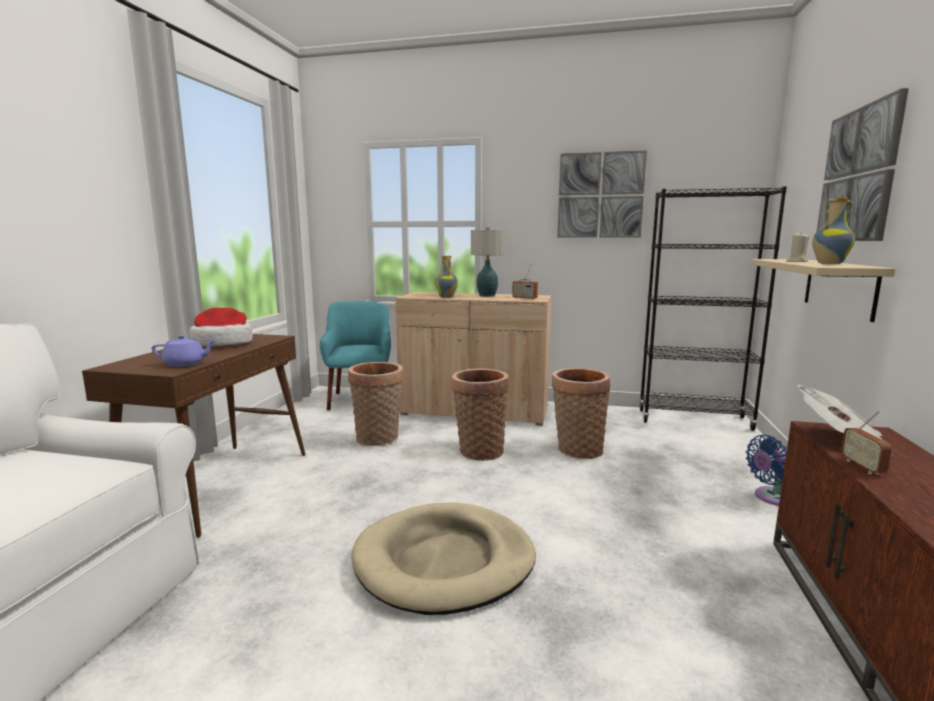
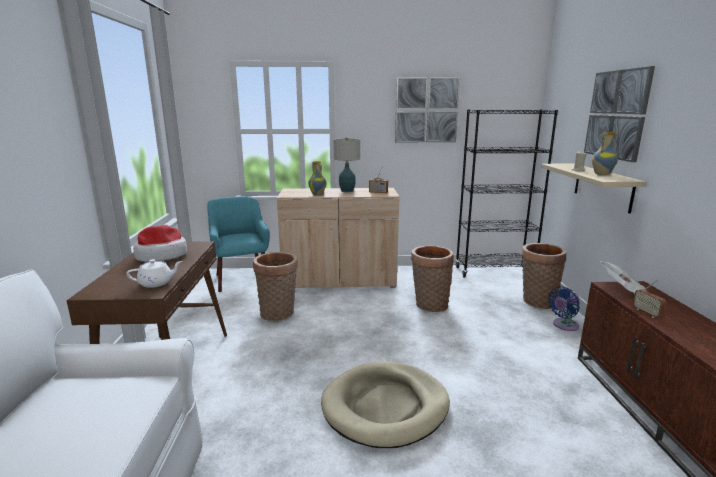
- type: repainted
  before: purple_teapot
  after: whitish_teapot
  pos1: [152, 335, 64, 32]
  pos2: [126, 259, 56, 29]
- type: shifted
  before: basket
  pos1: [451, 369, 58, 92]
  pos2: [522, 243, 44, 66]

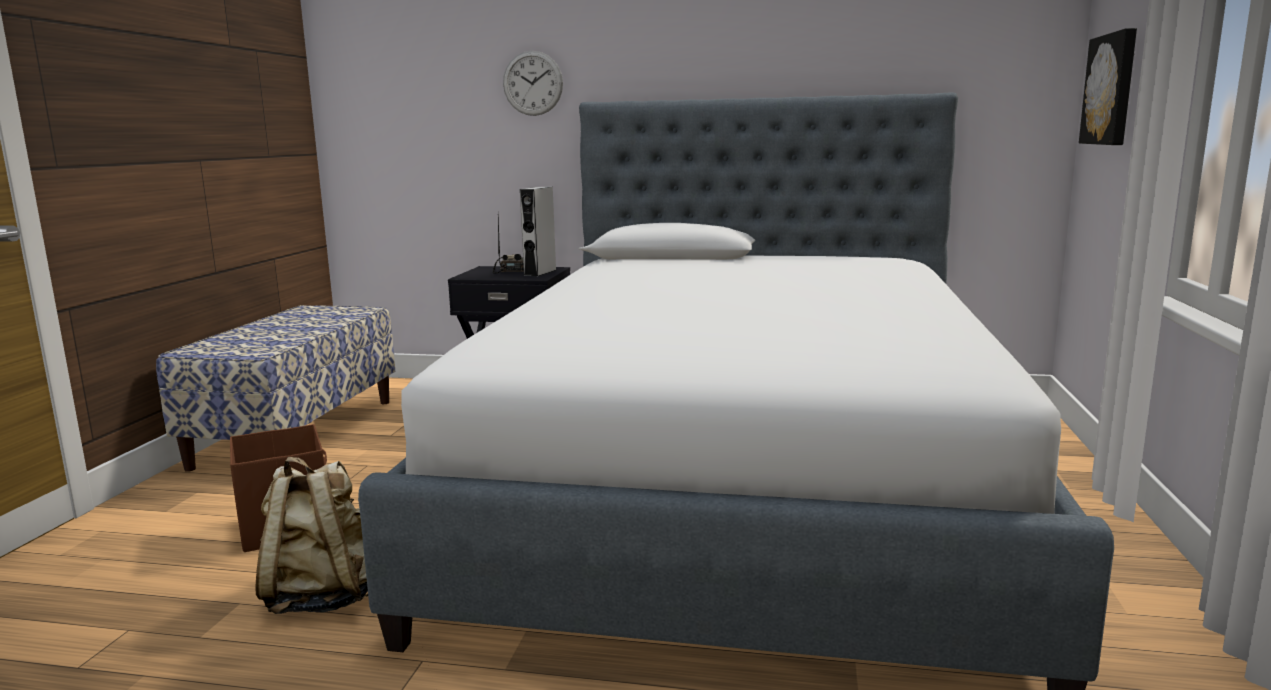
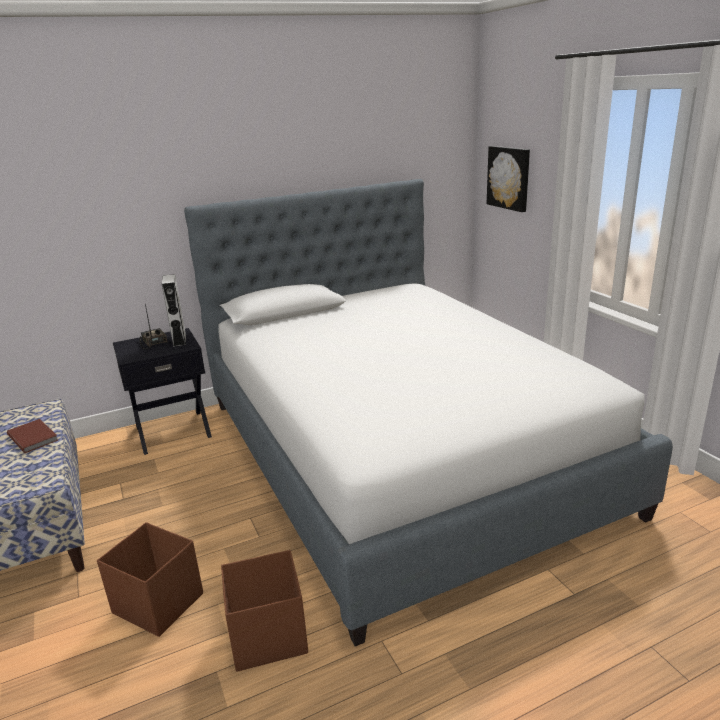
- type: swapped
  before: beige_rucksack
  after: brownish_storage_container
  pos1: [255, 457, 113, 157]
  pos2: [221, 550, 87, 122]
- type: gone
  before: clock_on_the_wall
  pos1: [503, 51, 60, 65]
- type: new
  after: brownish_volume
  pos2: [7, 419, 51, 34]

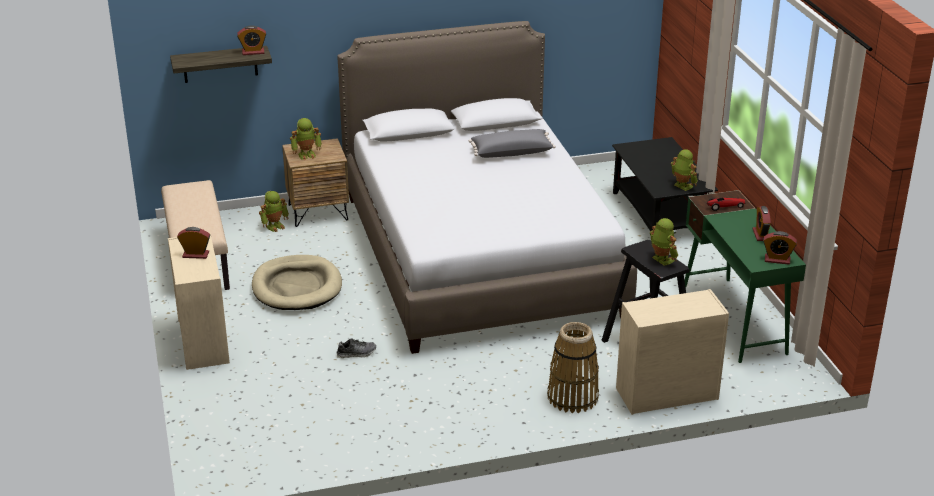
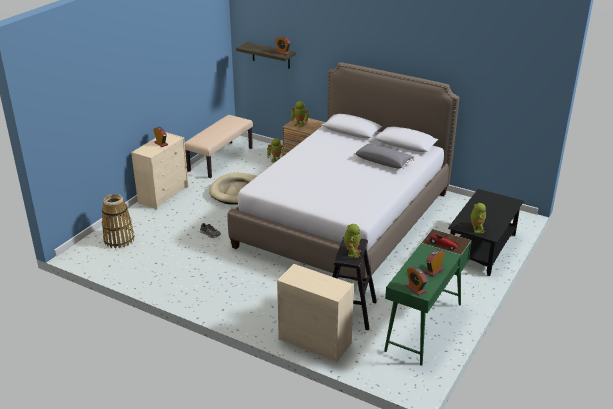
- type: shifted
  before: basket
  pos1: [547, 322, 52, 91]
  pos2: [102, 194, 33, 55]

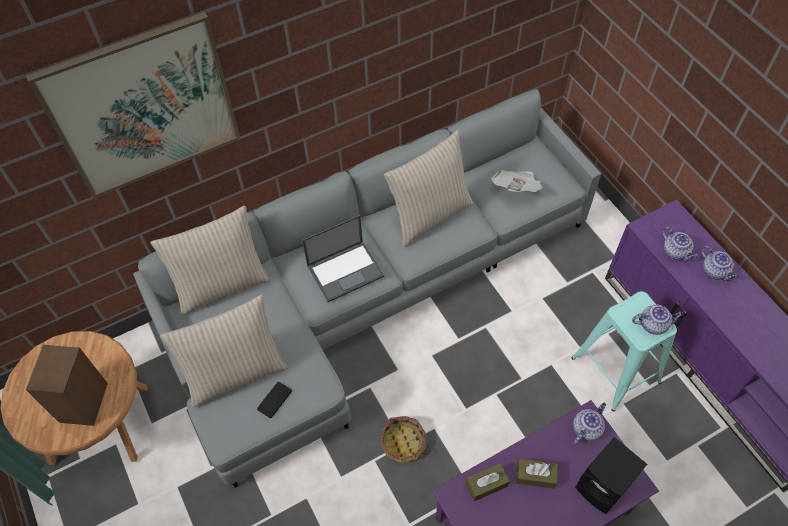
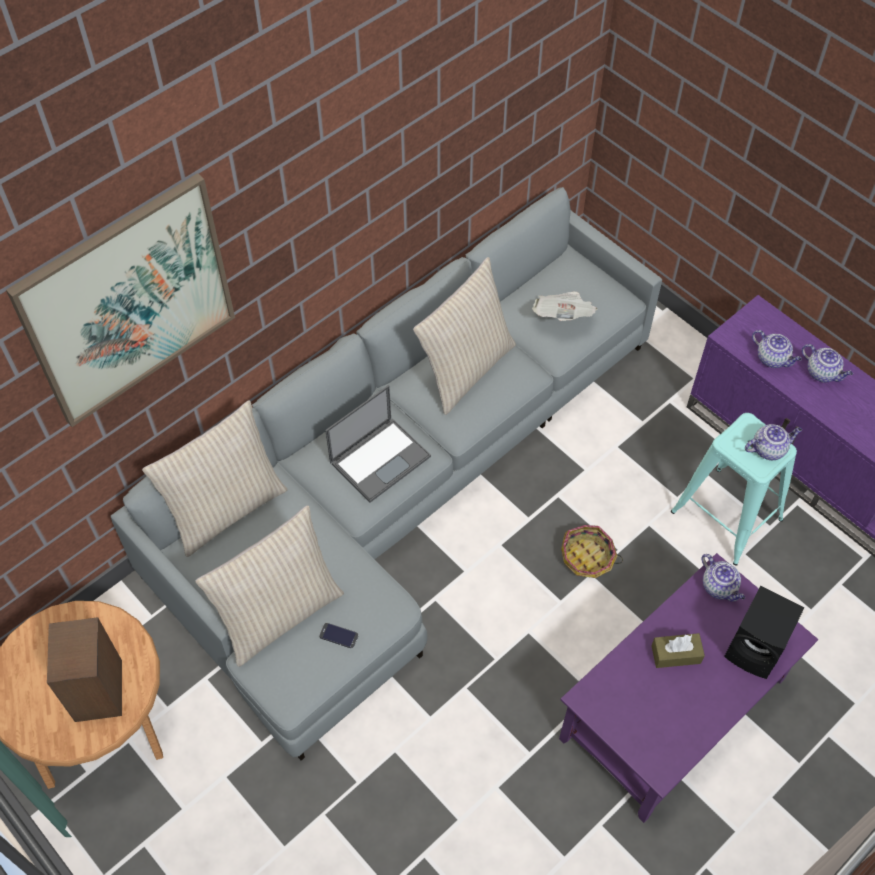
- type: swapped
  before: black_game_controller
  after: telephone
  pos1: [257, 382, 35, 36]
  pos2: [319, 623, 39, 25]
- type: shifted
  before: basket
  pos1: [380, 416, 50, 47]
  pos2: [561, 525, 62, 53]
- type: gone
  before: brownish_tissue_box
  pos1: [465, 463, 45, 38]
- type: rotated
  before: teapot
  pos1: [573, 403, 33, 41]
  pos2: [702, 554, 43, 48]
  turn: 120

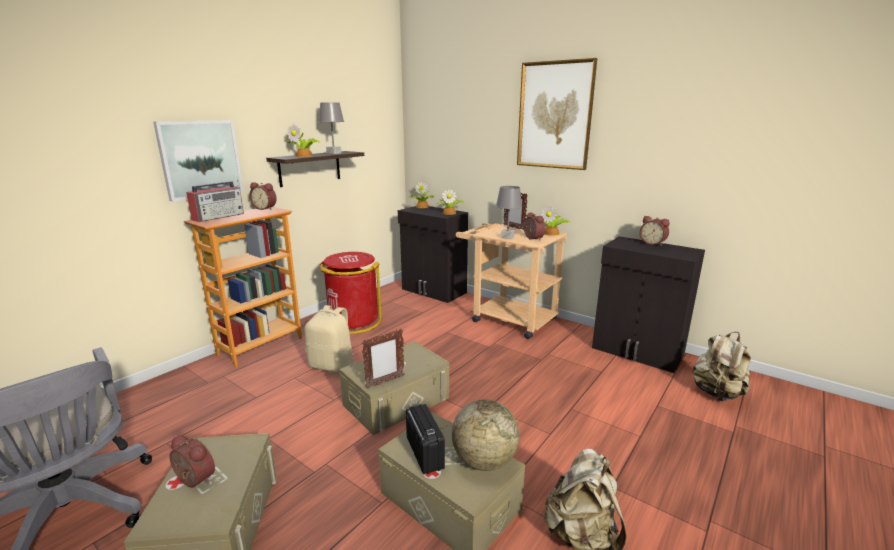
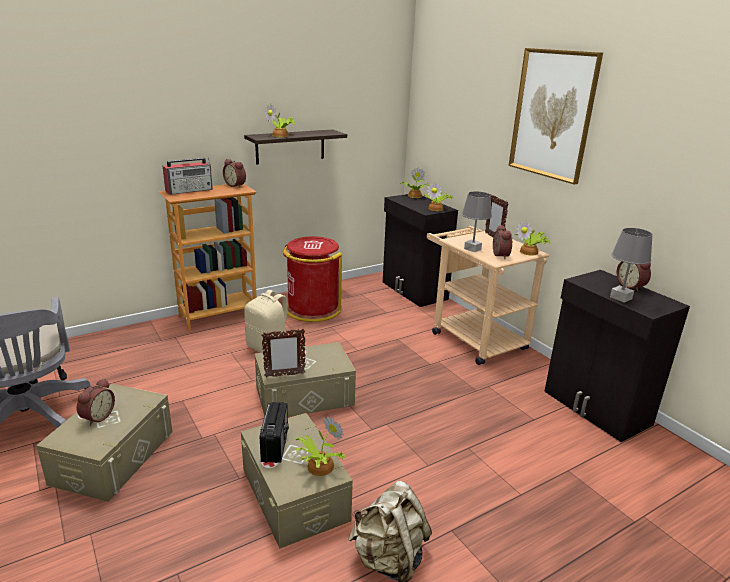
- type: gone
  before: picture
  pos1: [153, 120, 91, 82]
- type: rotated
  before: bedside_clock
  pos1: [170, 435, 45, 53]
  pos2: [77, 379, 38, 47]
  turn: 60
- type: shifted
  before: gray_table_lamp
  pos1: [319, 102, 25, 52]
  pos2: [610, 228, 43, 75]
- type: swapped
  before: desk_globe
  after: houseplant
  pos1: [452, 399, 67, 72]
  pos2: [295, 416, 51, 60]
- type: gone
  before: beige_rucksack
  pos1: [692, 332, 59, 69]

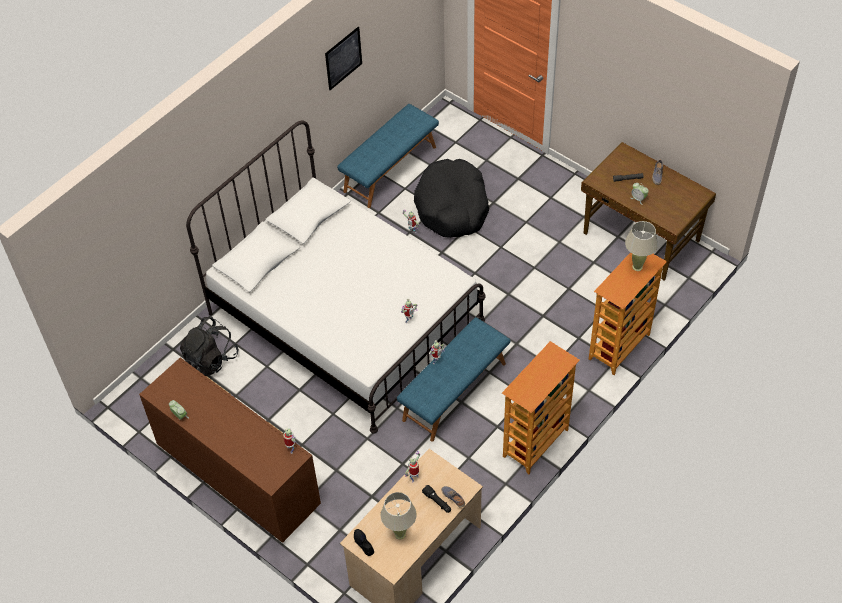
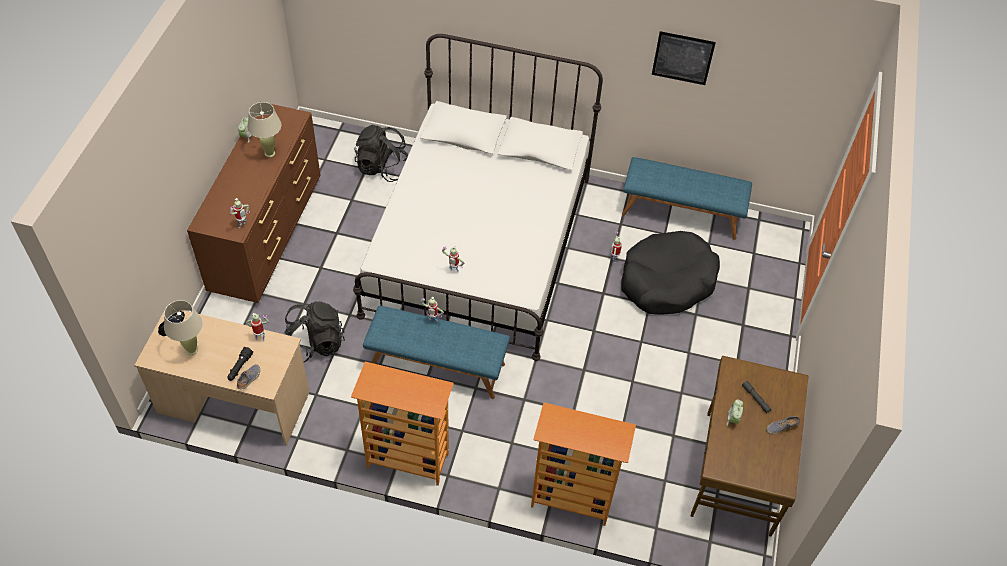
- type: shifted
  before: beige_table_lamp
  pos1: [625, 221, 33, 50]
  pos2: [247, 102, 34, 55]
- type: new
  after: black_rucksack
  pos2: [284, 301, 61, 62]

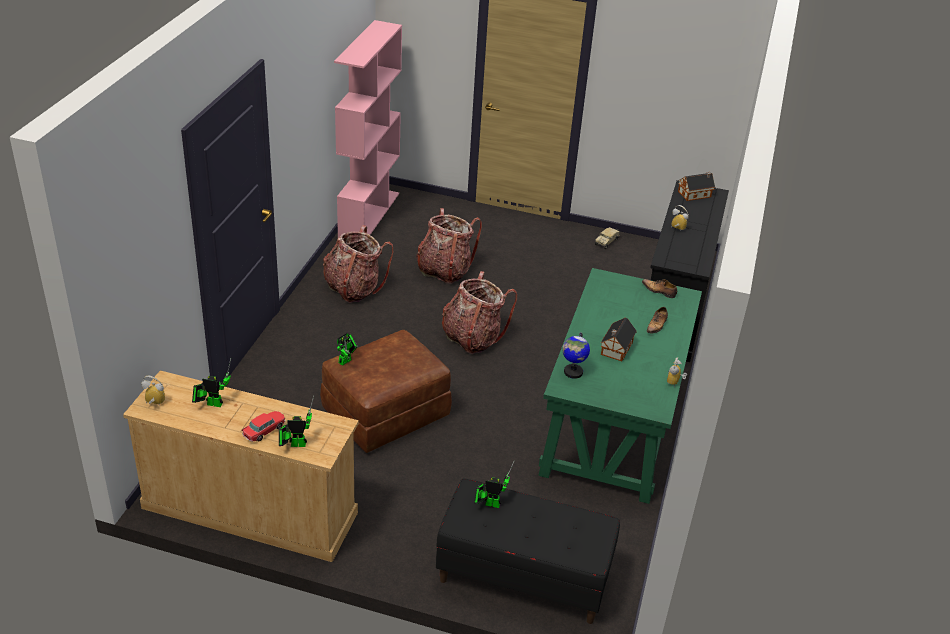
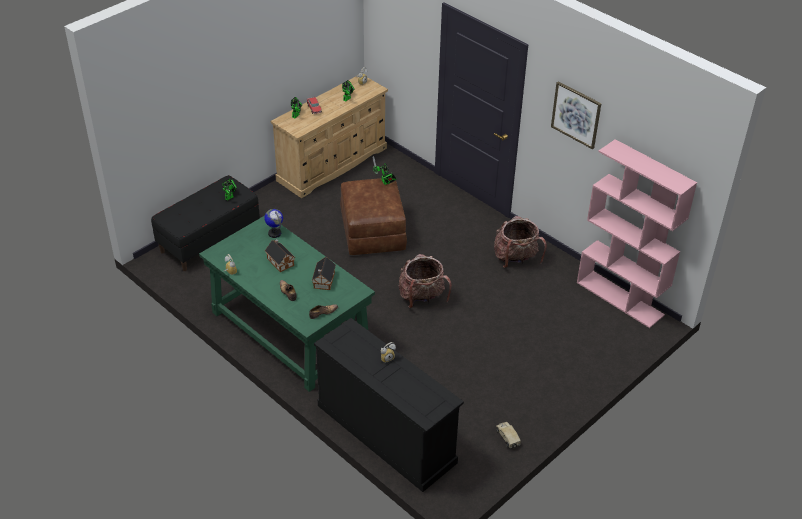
- type: gone
  before: rucksack
  pos1: [416, 208, 66, 76]
- type: shifted
  before: miniature_house
  pos1: [678, 172, 37, 29]
  pos2: [312, 257, 24, 33]
- type: new
  after: picture
  pos2: [551, 81, 50, 68]

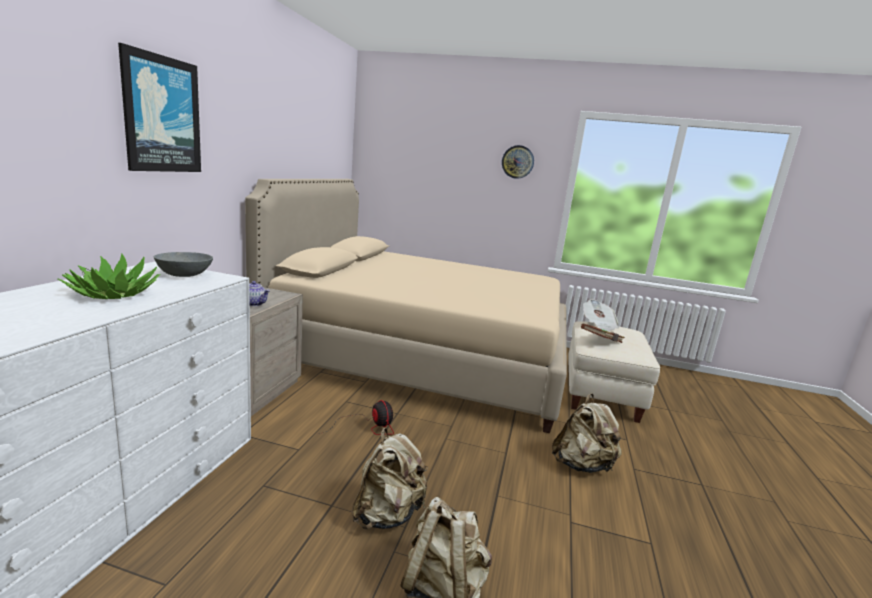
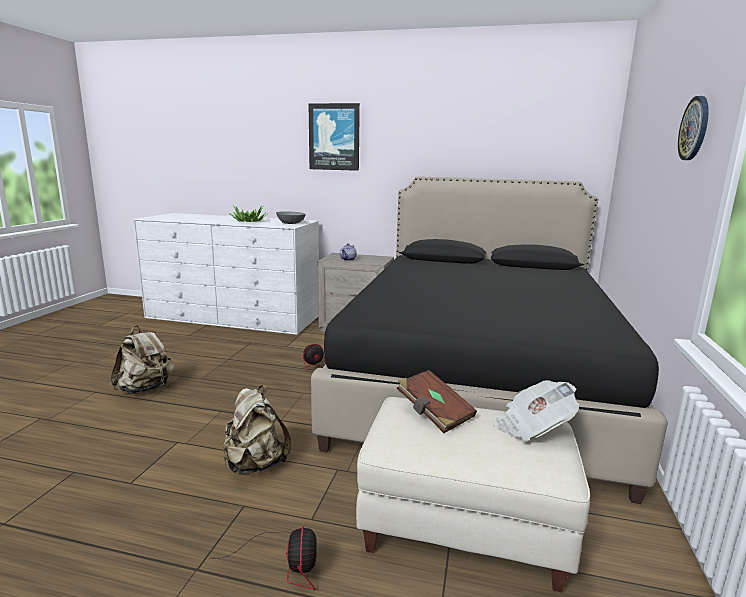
- type: repainted
  before: beige_bed
  after: black_bed
  pos1: [245, 179, 322, 255]
  pos2: [311, 176, 357, 328]
- type: gone
  before: beige_rucksack
  pos1: [352, 428, 75, 101]
- type: new
  after: electric_fan
  pos2: [211, 526, 106, 64]

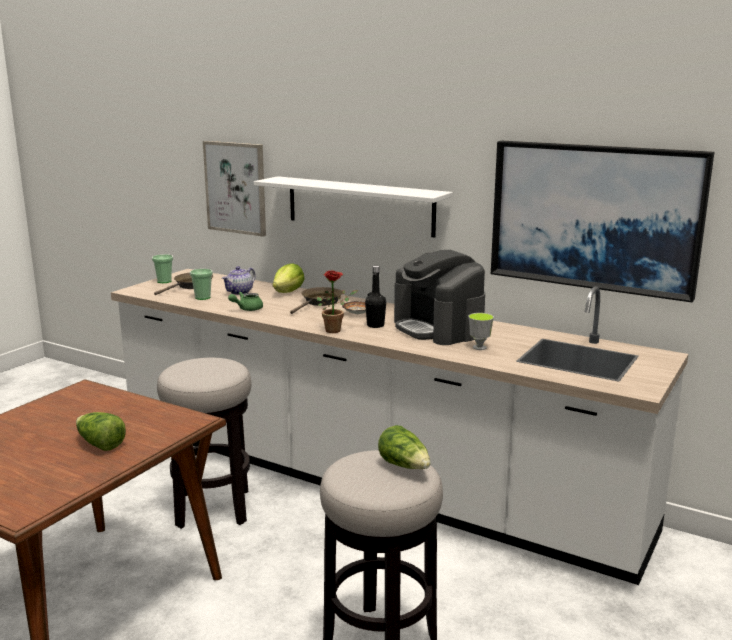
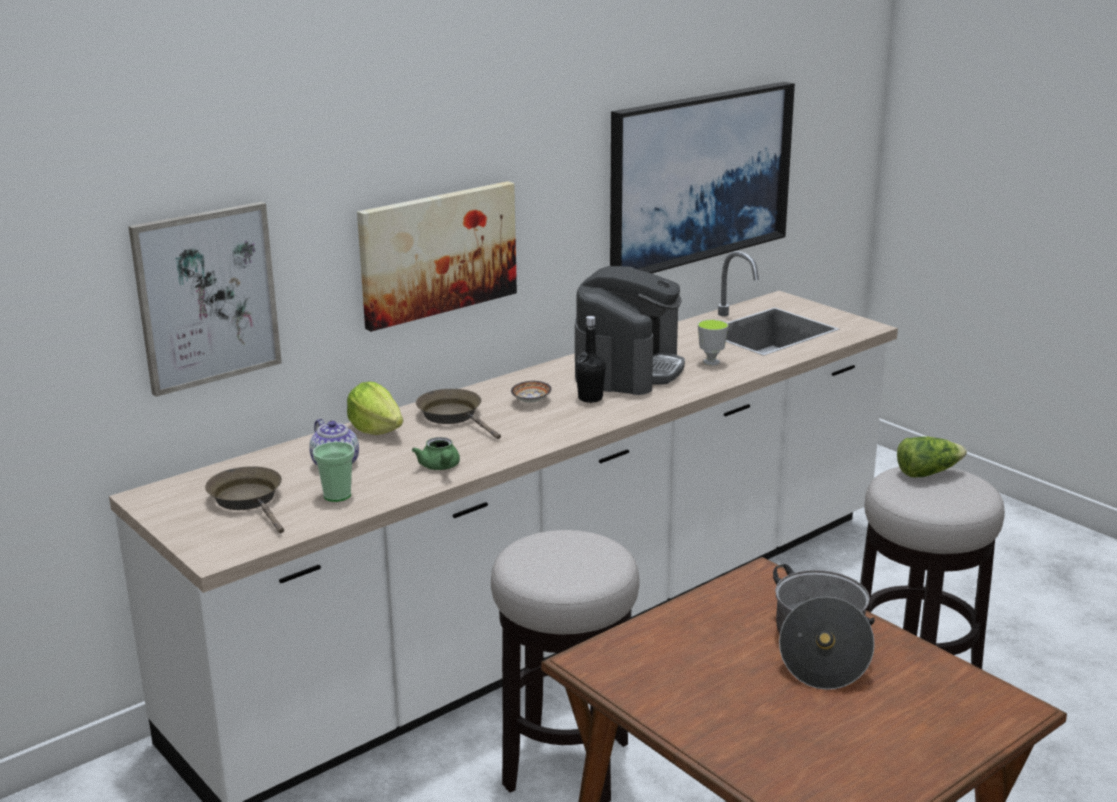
- type: swapped
  before: lettuce
  after: saucepot
  pos1: [76, 412, 50, 39]
  pos2: [773, 564, 102, 126]
- type: gone
  before: drinking_cup
  pos1: [152, 254, 21, 29]
- type: swapped
  before: whitish_bracket_shelf
  after: picture
  pos1: [254, 176, 199, 62]
  pos2: [357, 181, 160, 151]
- type: gone
  before: houseplant
  pos1: [317, 271, 41, 62]
- type: rotated
  before: coffee_machine
  pos1: [394, 250, 91, 95]
  pos2: [575, 266, 110, 129]
  turn: -60

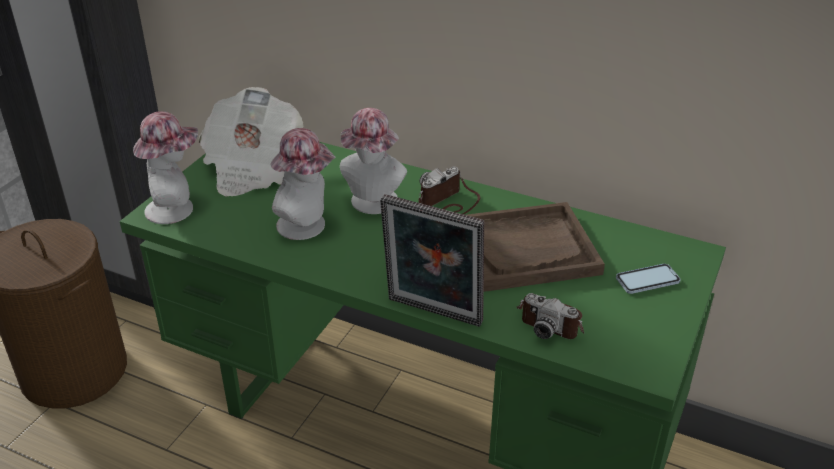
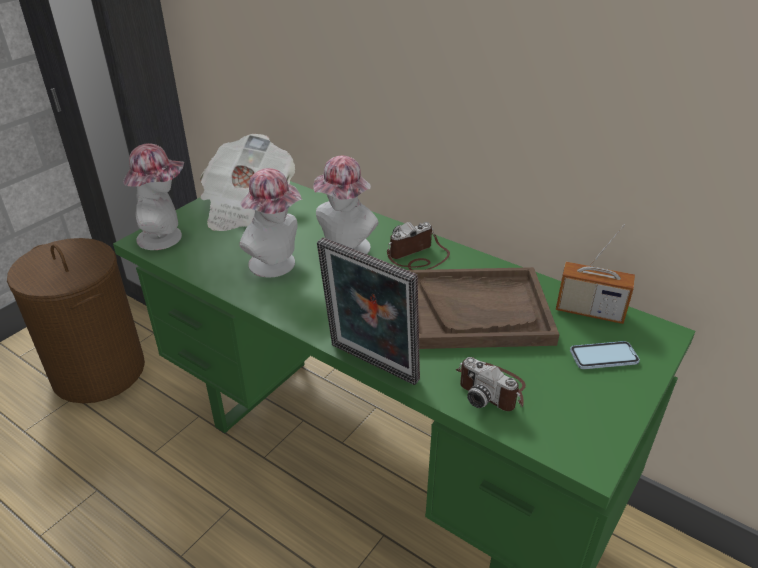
- type: new
  after: radio
  pos2: [556, 224, 79, 100]

